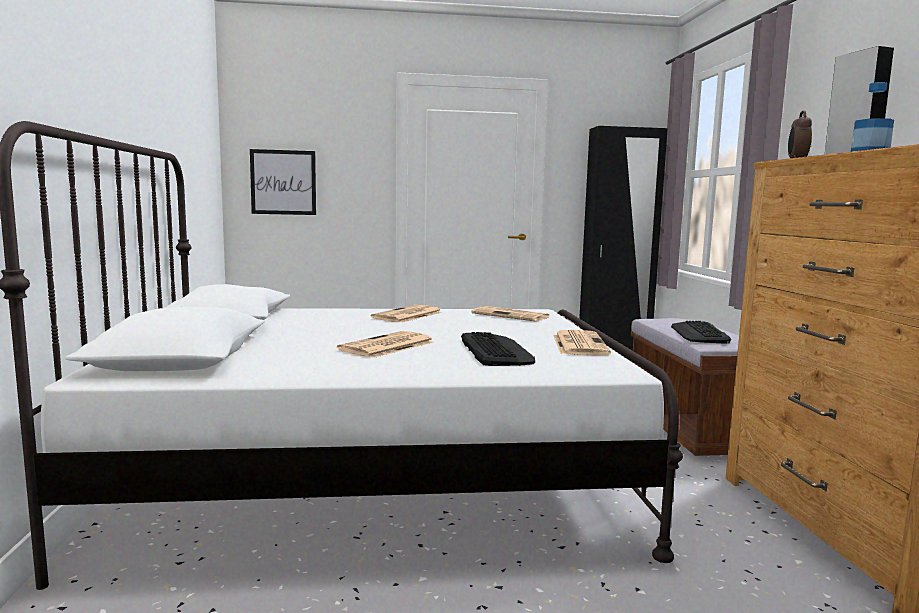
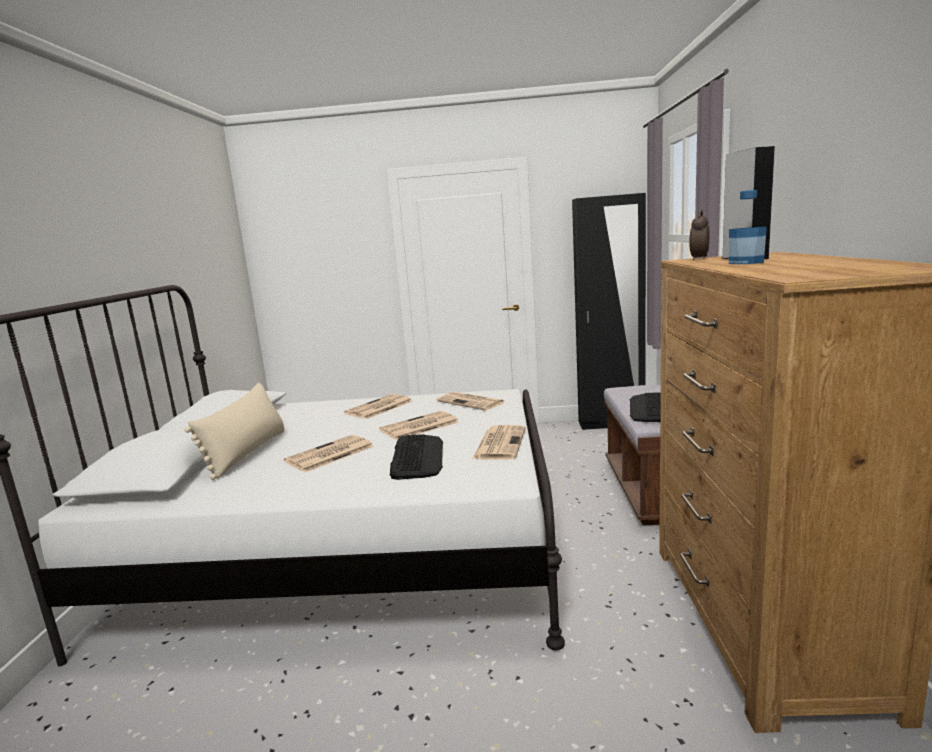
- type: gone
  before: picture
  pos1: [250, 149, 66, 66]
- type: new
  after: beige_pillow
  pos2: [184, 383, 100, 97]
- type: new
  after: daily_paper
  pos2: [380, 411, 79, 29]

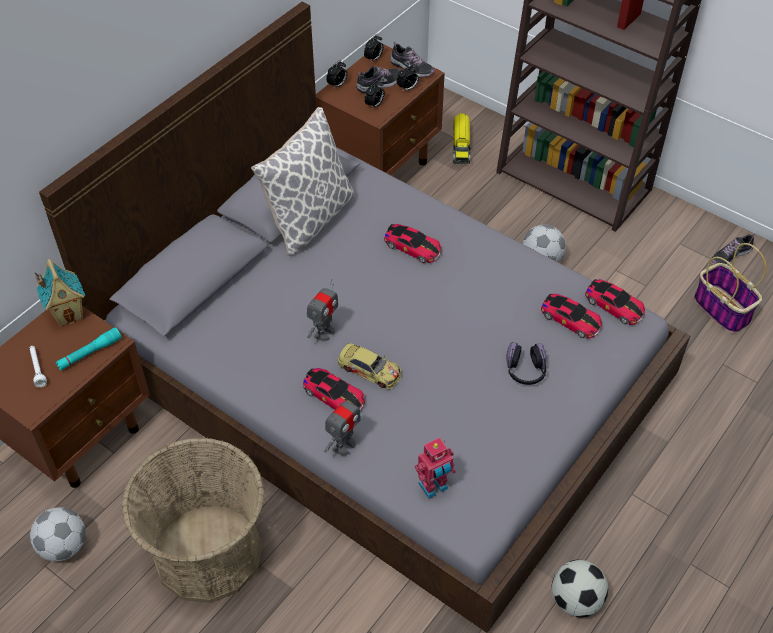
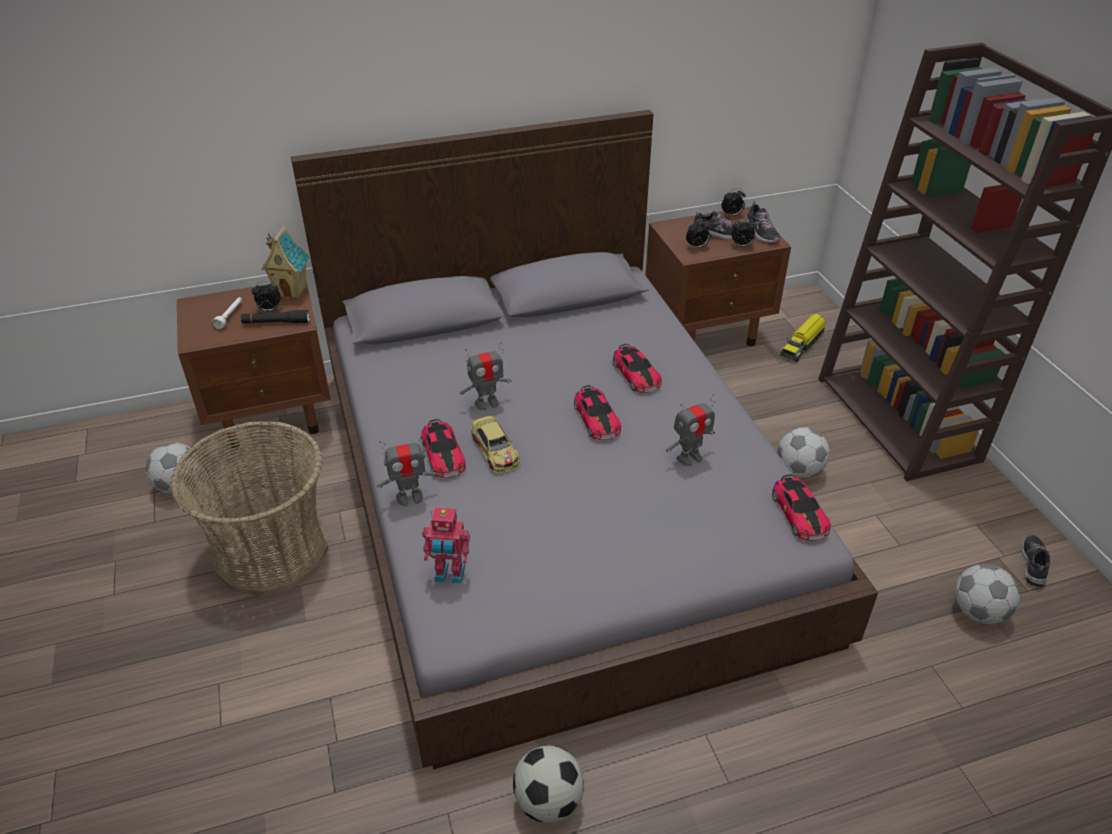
- type: repainted
  before: turquoise_torch
  after: black_torch
  pos1: [56, 327, 66, 43]
  pos2: [240, 310, 70, 14]
- type: gone
  before: pillow
  pos1: [251, 107, 103, 149]
- type: shifted
  before: bedside_clock
  pos1: [326, 60, 21, 28]
  pos2: [251, 281, 30, 31]
- type: gone
  before: pair_of_headphones
  pos1: [506, 342, 40, 43]
- type: shifted
  before: model_car
  pos1: [541, 294, 61, 45]
  pos2: [574, 385, 47, 55]
- type: swapped
  before: basket
  after: ball_for_football
  pos1: [694, 243, 73, 90]
  pos2: [954, 564, 66, 60]
- type: rotated
  before: low_shoe
  pos1: [712, 233, 42, 32]
  pos2: [1021, 535, 29, 52]
  turn: 105
- type: new
  after: model_robot
  pos2: [666, 394, 49, 72]

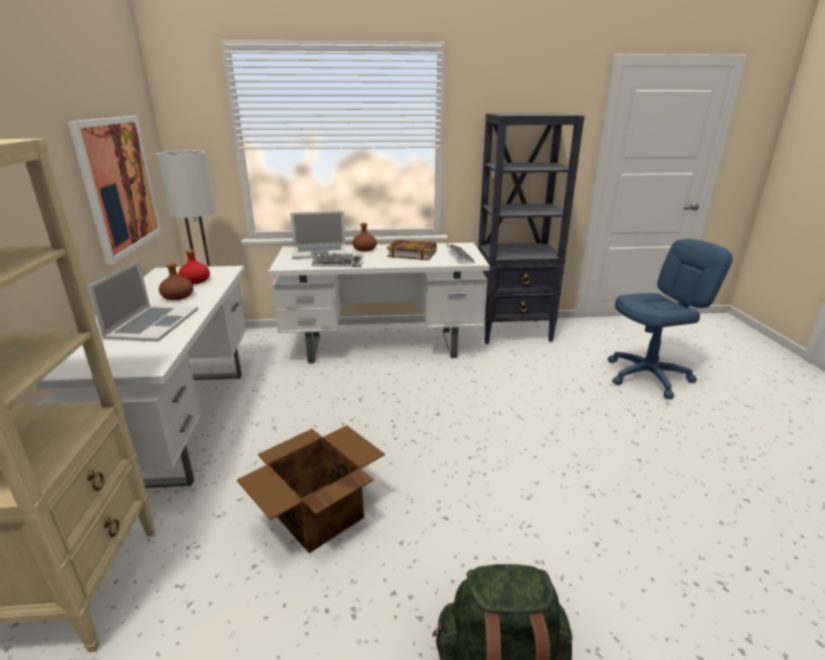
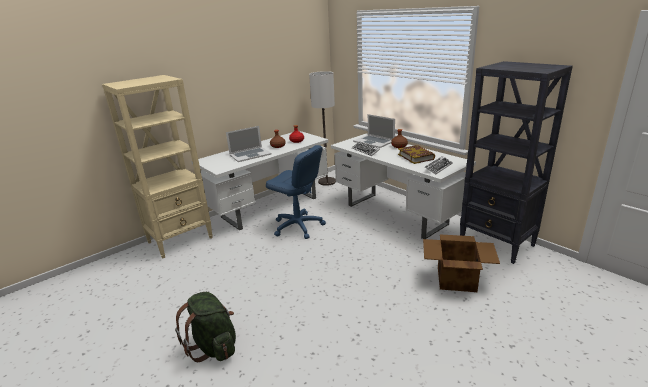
- type: gone
  before: picture
  pos1: [68, 116, 94, 148]
- type: shifted
  before: carton
  pos1: [237, 425, 148, 128]
  pos2: [423, 234, 77, 58]
- type: shifted
  before: bluish_computer_chair
  pos1: [608, 239, 125, 160]
  pos2: [266, 145, 60, 94]

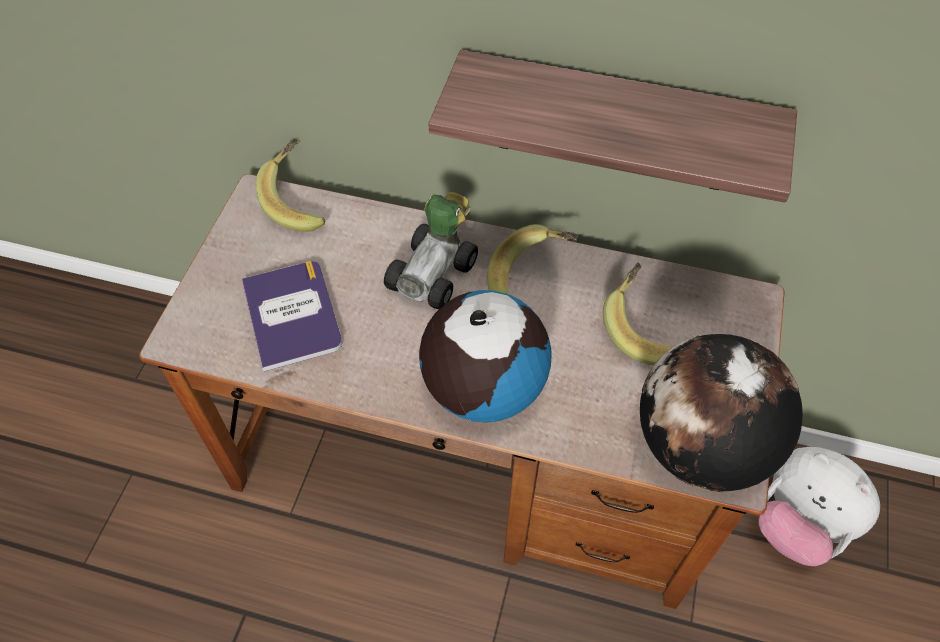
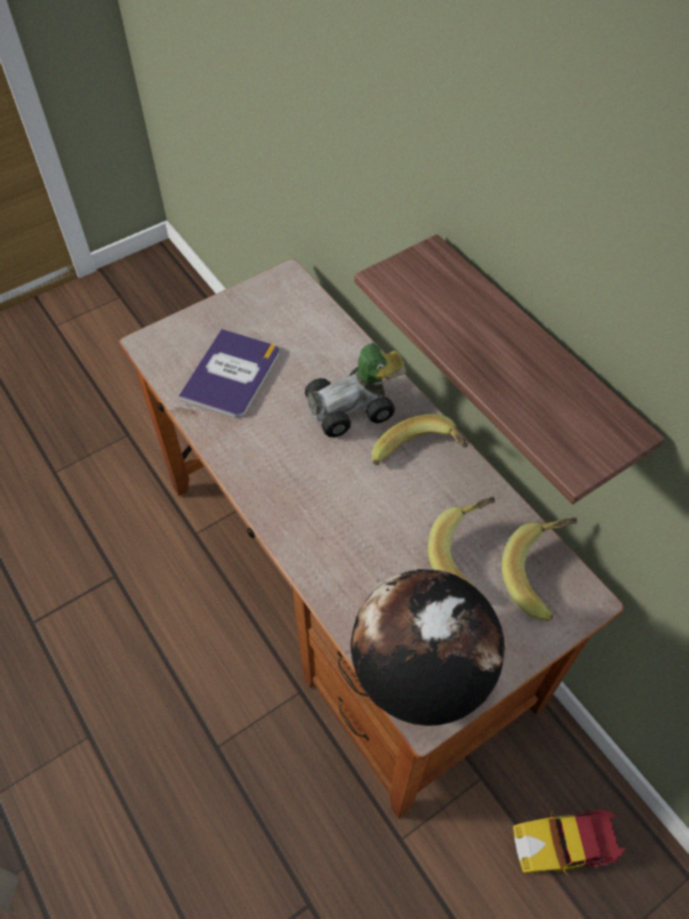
- type: shifted
  before: banana_fruit
  pos1: [256, 139, 69, 93]
  pos2: [502, 517, 75, 104]
- type: gone
  before: desk_globe
  pos1: [419, 290, 133, 133]
- type: swapped
  before: plush_toy
  after: model_car
  pos1: [758, 447, 122, 119]
  pos2: [513, 809, 113, 66]

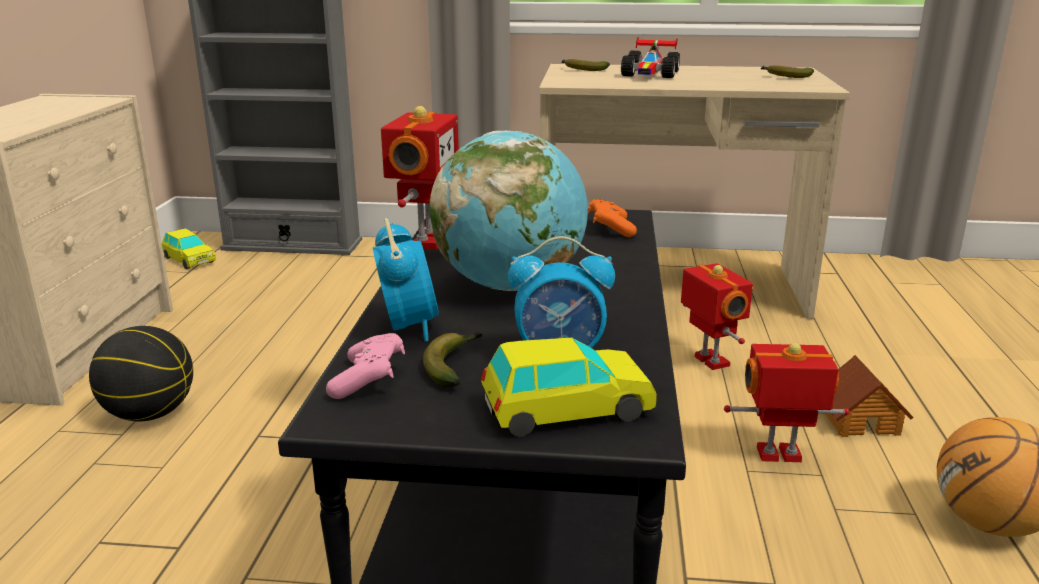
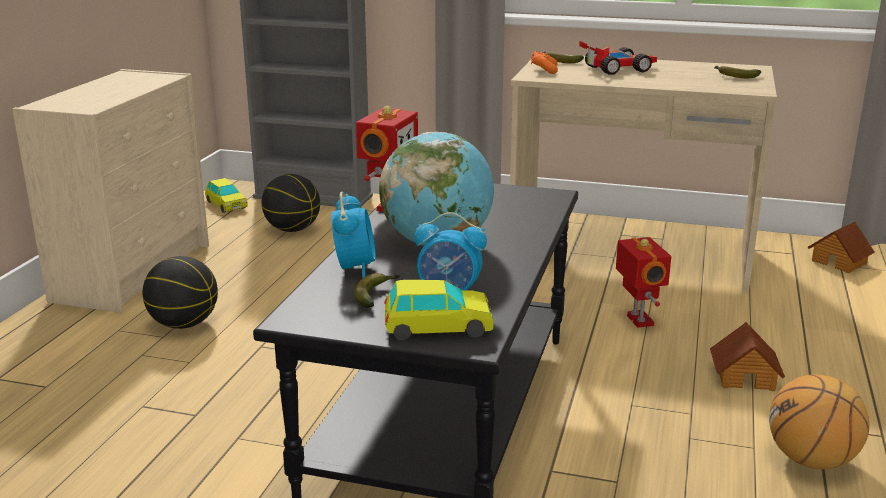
- type: gone
  before: pink_game_controller
  pos1: [326, 333, 79, 66]
- type: shifted
  before: orange-coloured_game_controller
  pos1: [588, 199, 49, 38]
  pos2: [531, 51, 27, 23]
- type: rotated
  before: model_car
  pos1: [621, 37, 59, 41]
  pos2: [579, 41, 78, 34]
  turn: -135
- type: gone
  before: model_robot
  pos1: [724, 343, 126, 119]
- type: new
  after: basketball_ball
  pos2: [262, 174, 58, 58]
- type: new
  after: miniature_house
  pos2: [808, 221, 67, 52]

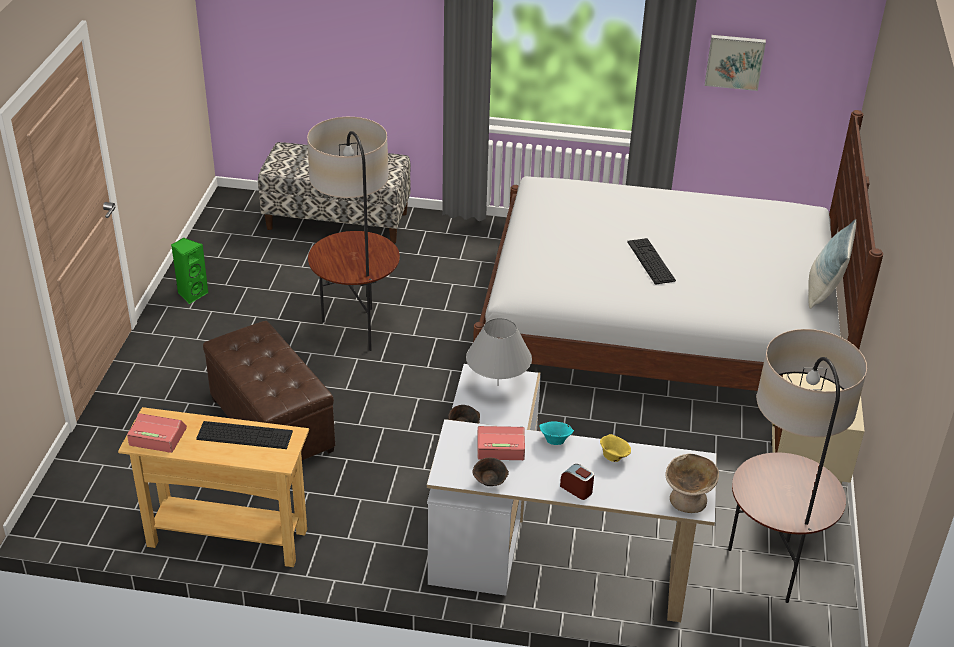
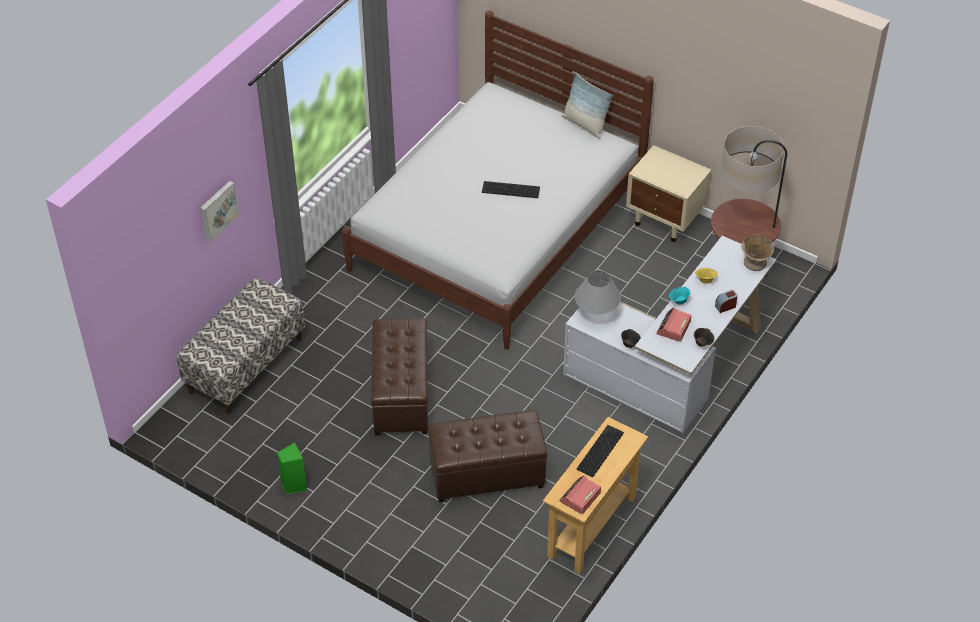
- type: swapped
  before: floor_lamp
  after: brownish_footrest
  pos1: [307, 117, 93, 234]
  pos2: [371, 318, 57, 117]
- type: shifted
  before: picture
  pos1: [705, 35, 61, 56]
  pos2: [200, 181, 39, 61]

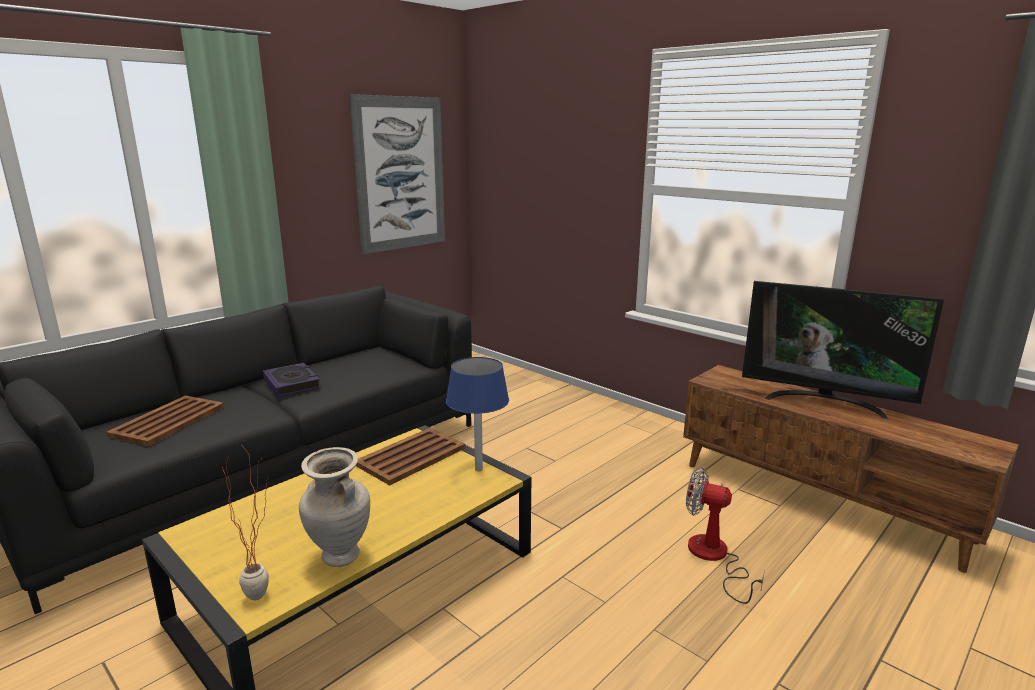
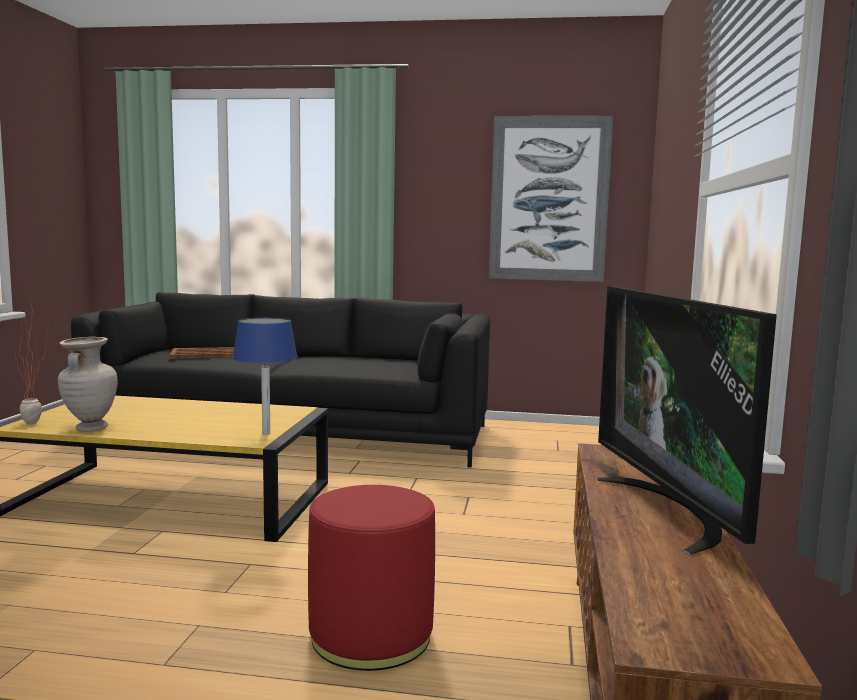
- type: gone
  before: volume
  pos1: [263, 363, 58, 34]
- type: gone
  before: brownish_tray
  pos1: [356, 428, 109, 57]
- type: swapped
  before: electric_fan
  after: red-coloured_footrest
  pos1: [686, 467, 79, 137]
  pos2: [308, 485, 127, 186]

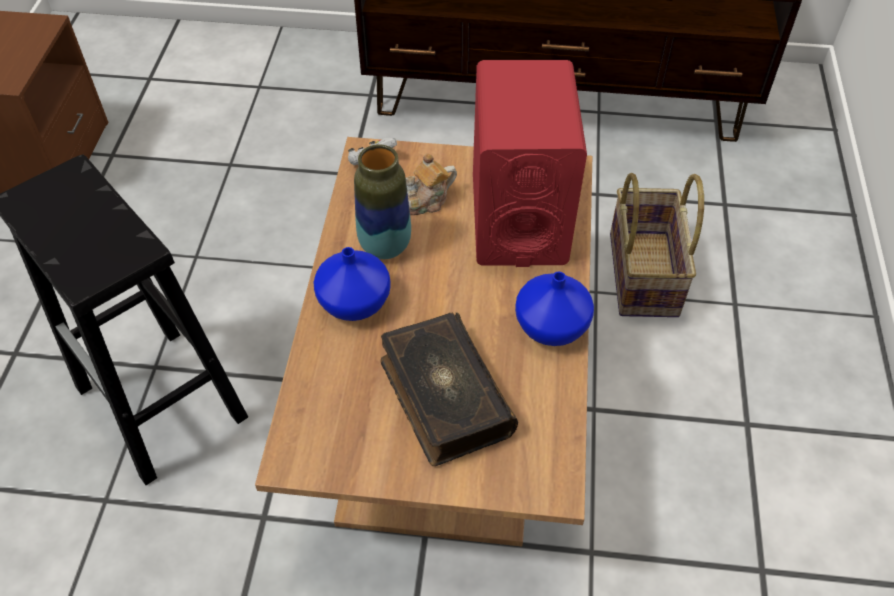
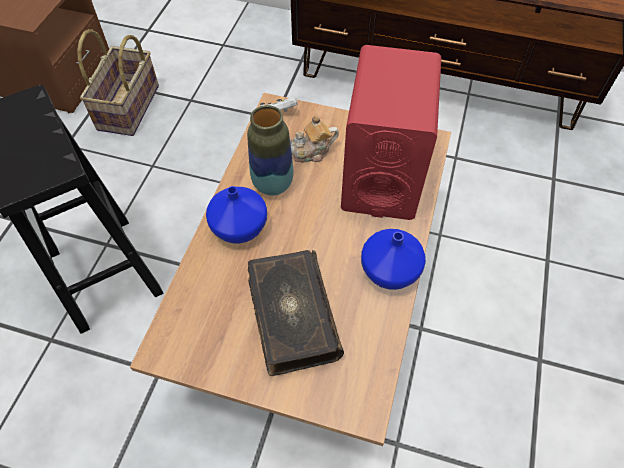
- type: shifted
  before: basket
  pos1: [610, 173, 94, 144]
  pos2: [77, 30, 82, 106]

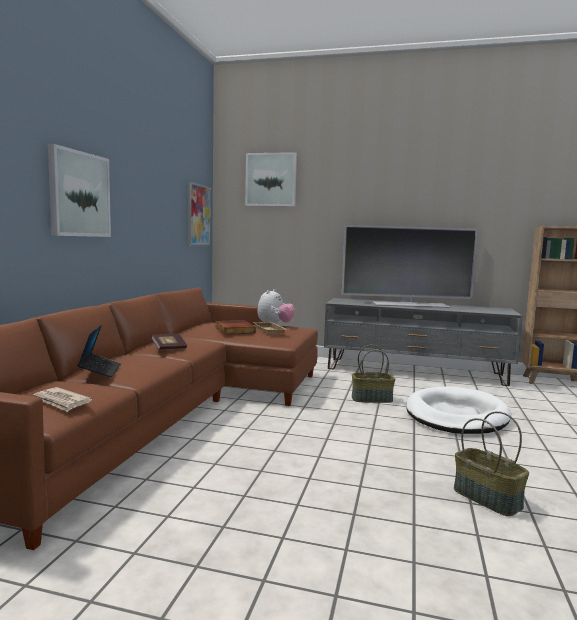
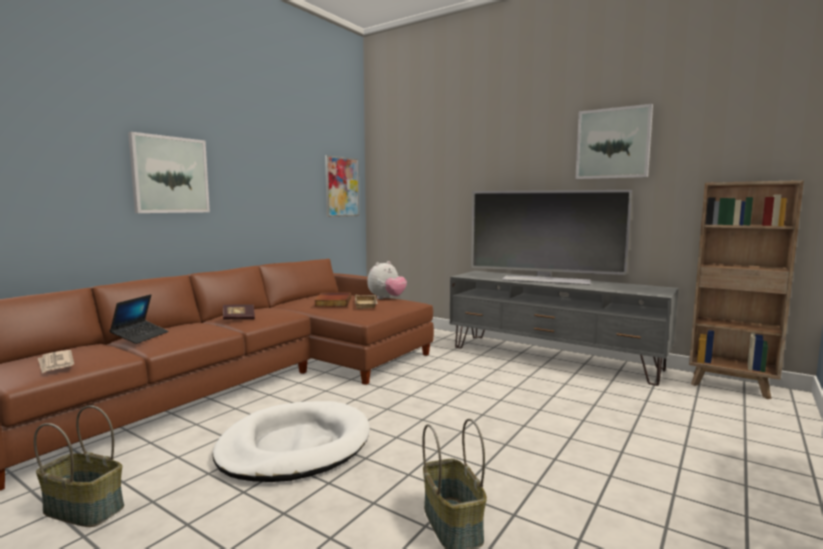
- type: shifted
  before: picture
  pos1: [245, 152, 52, 55]
  pos2: [575, 104, 78, 75]
- type: shifted
  before: basket
  pos1: [352, 345, 43, 58]
  pos2: [34, 406, 90, 121]
- type: shifted
  before: whitish_dog_bed
  pos1: [406, 386, 105, 48]
  pos2: [213, 401, 157, 81]

